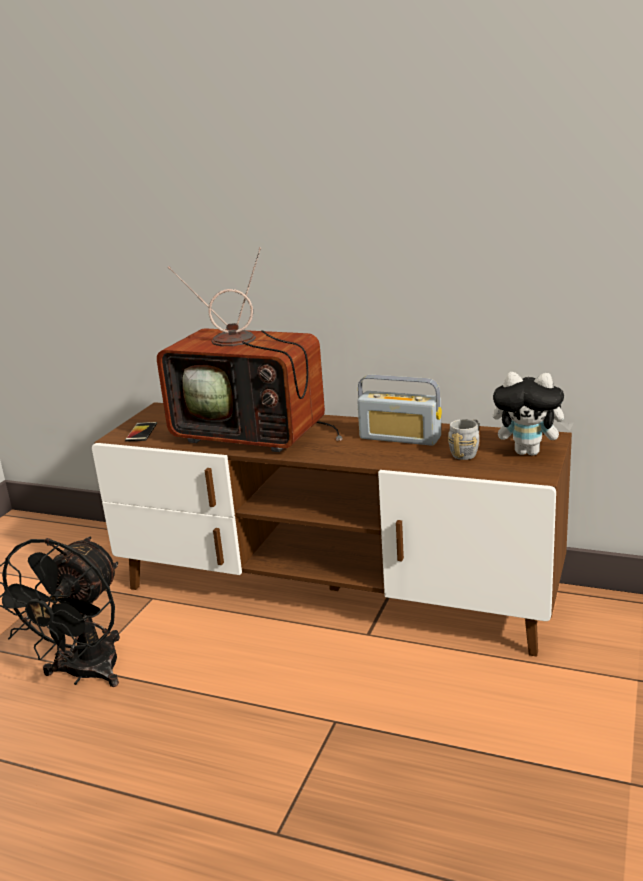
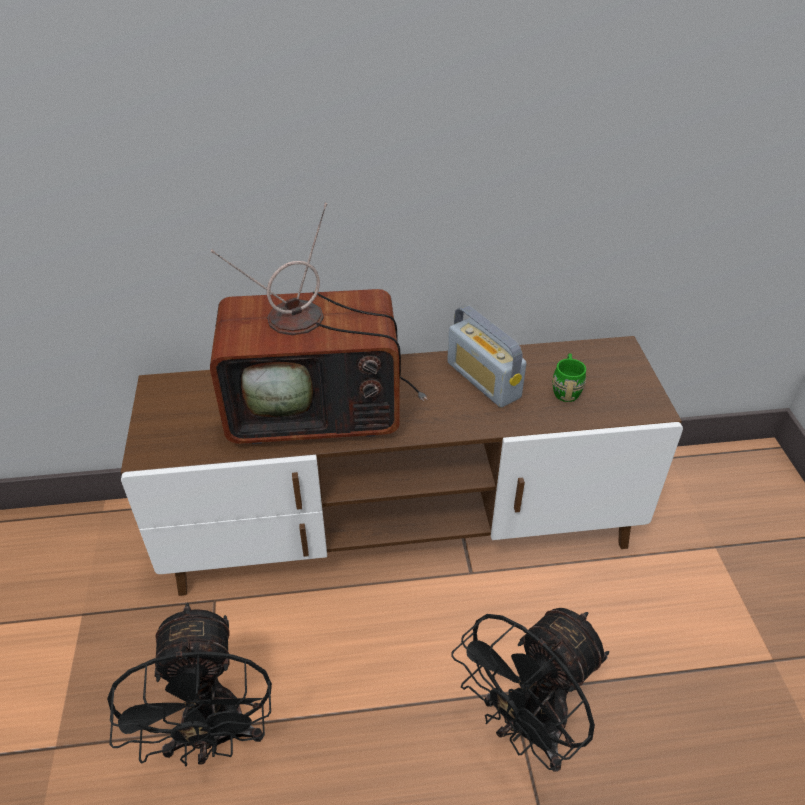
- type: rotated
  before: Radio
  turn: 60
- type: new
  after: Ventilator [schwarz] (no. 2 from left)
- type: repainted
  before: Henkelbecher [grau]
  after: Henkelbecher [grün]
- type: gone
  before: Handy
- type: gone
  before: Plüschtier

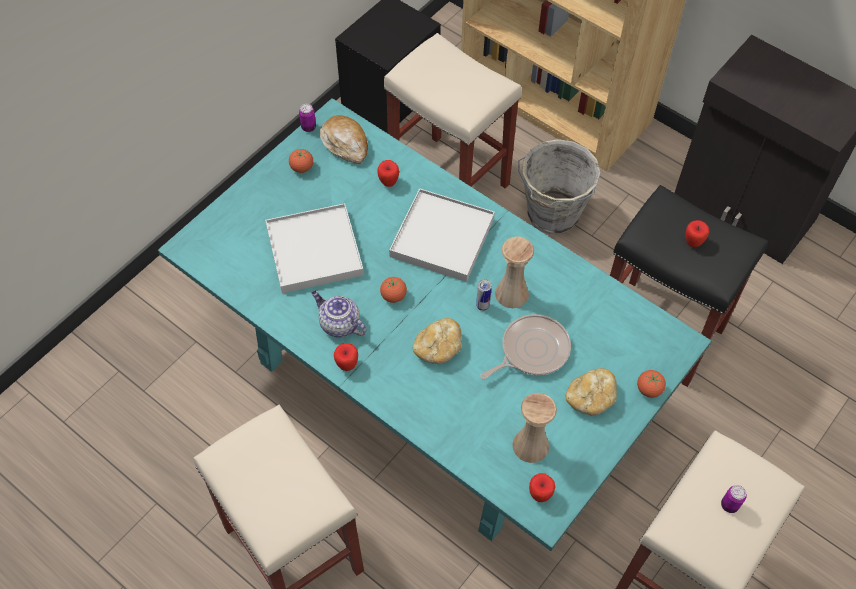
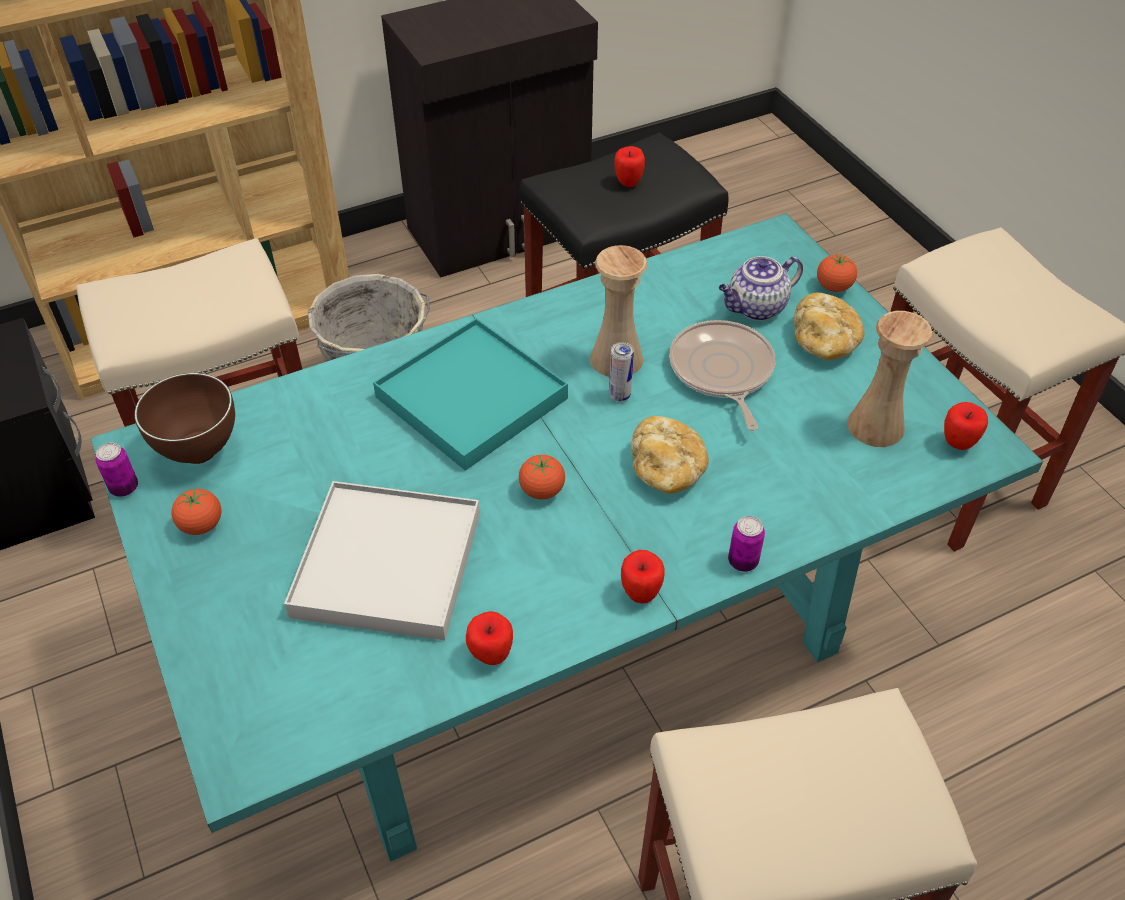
- type: swapped
  before: Brot (no. 1 from left)
  after: Schüssel [braun]
- type: repainted
  before: Tablett [weiß] (no. 2 from left)
  after: Tablett [türkis]
- type: shifted
  before: Apfel (no. 2 from left in the first image)
  after: Apfel (no. 1 from left)
- type: shifted
  before: Teekanne
- type: shifted
  before: Dose (no. 3 from left)

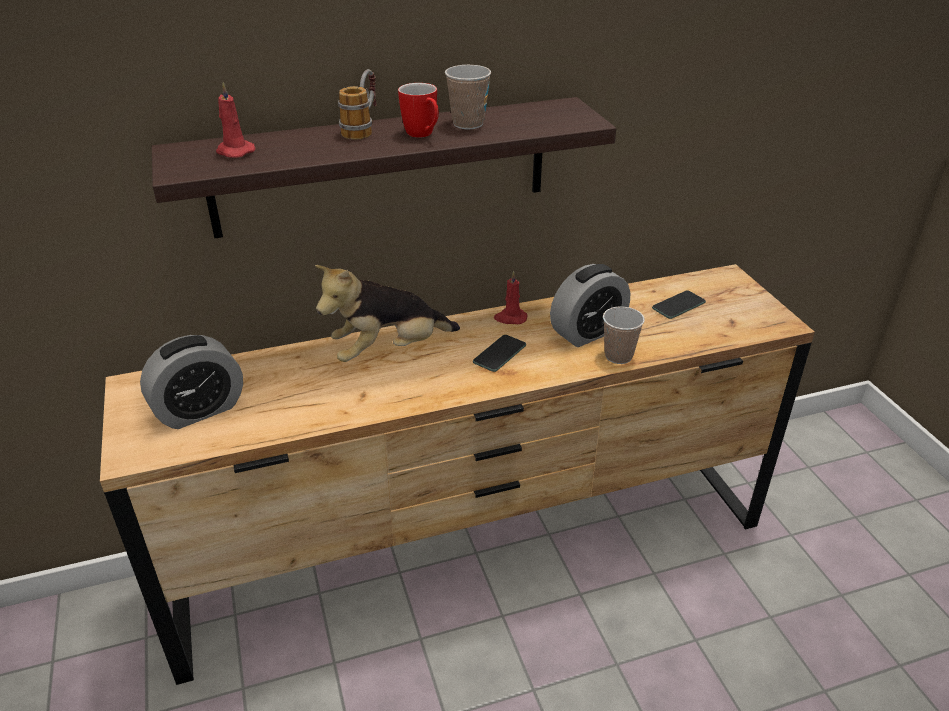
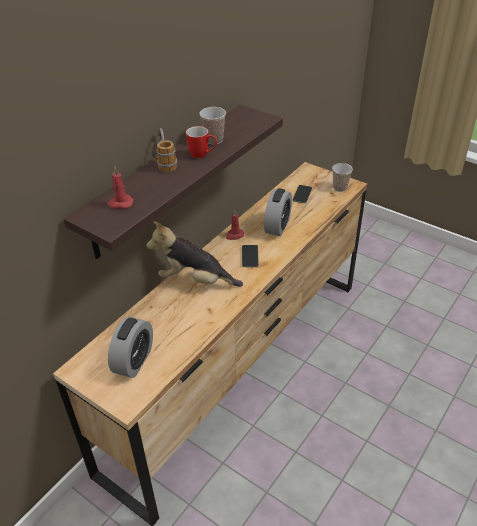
- type: rotated
  before: Plüschtier
  turn: 75
- type: shifted
  before: Tasse (no. 2 from left)

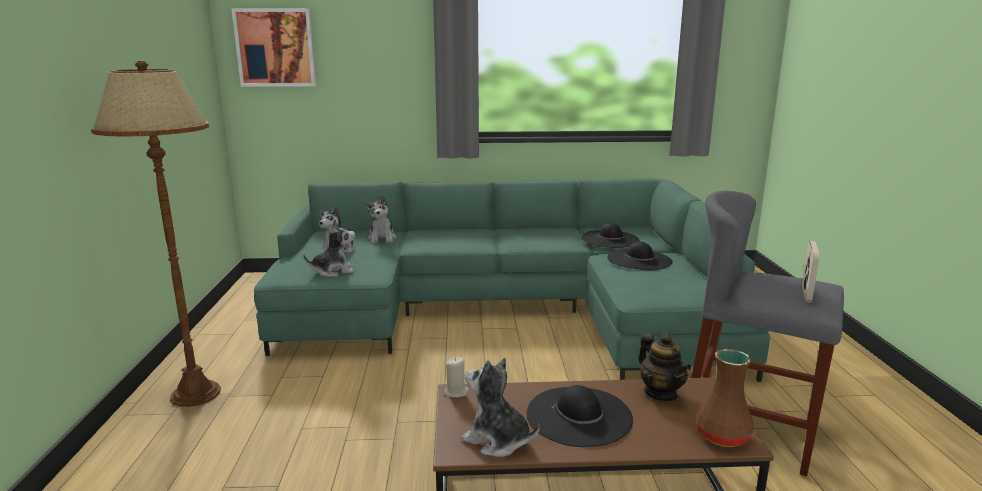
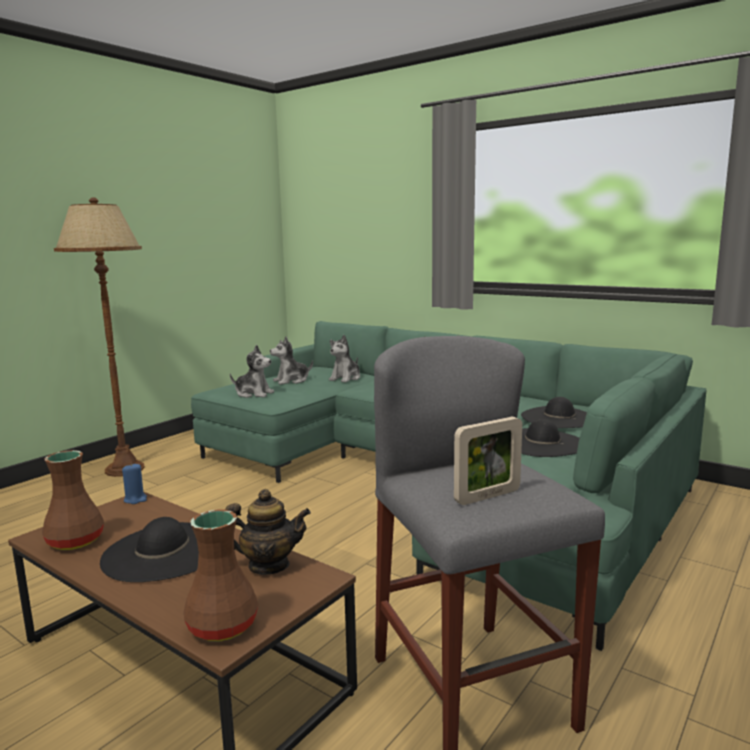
- type: swapped
  before: Plüschtier (no. 4 from left)
  after: Vase [braun] (no. 1 from left)
- type: repainted
  before: Kerze [beige]
  after: Kerze [blau]
- type: rotated
  before: Teekanne
  turn: -105
- type: gone
  before: Bild

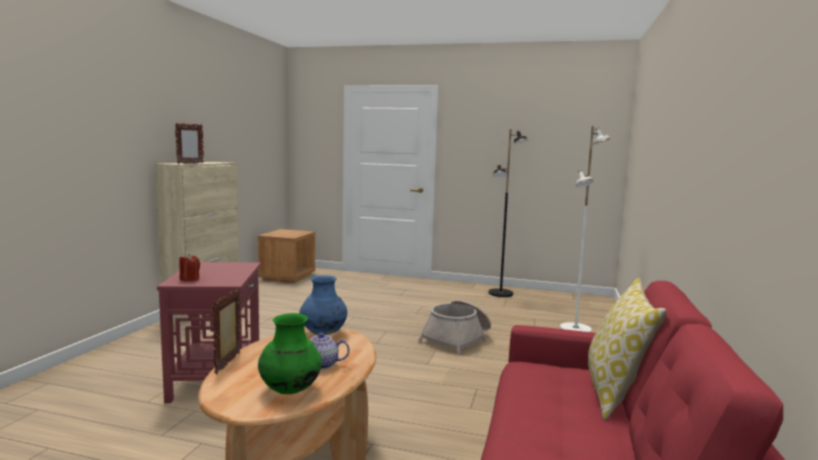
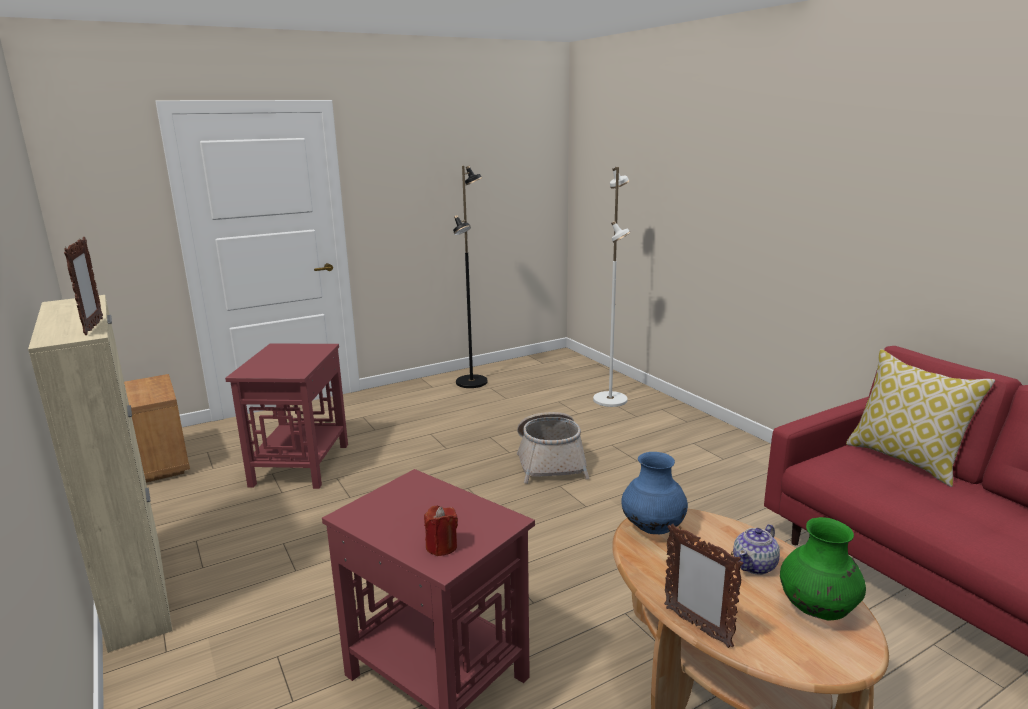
- type: new
  after: Beistelltisch [rot] (no. 1 from left)

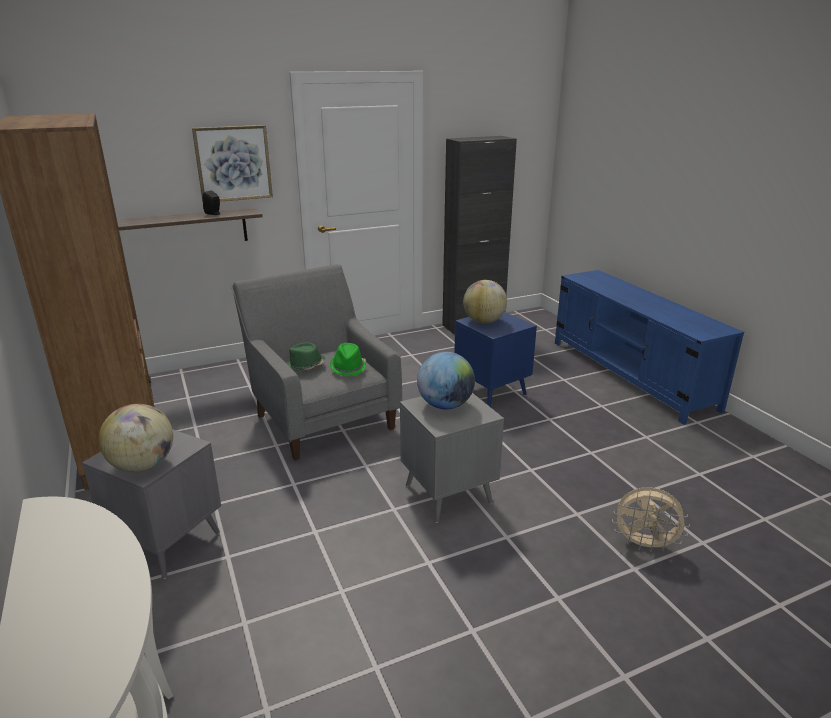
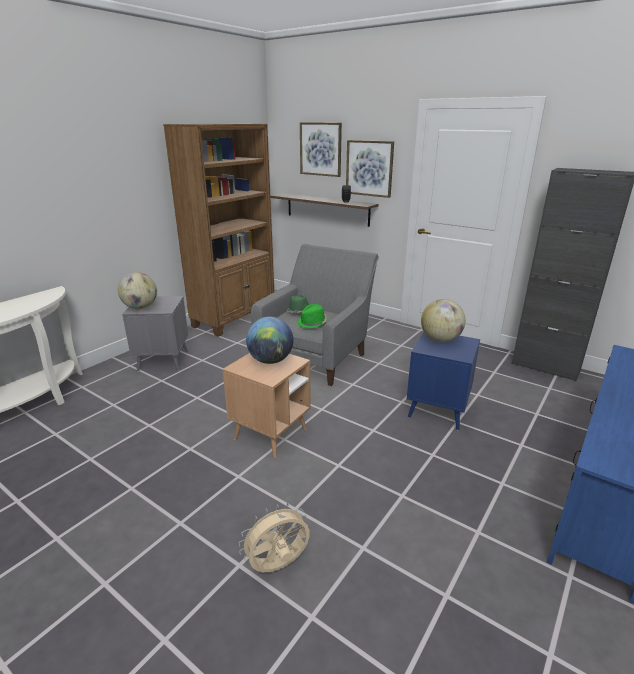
- type: repainted
  before: Beistelltisch [grau] (no. 2 from left)
  after: Beistelltisch [braun]
- type: rotated
  before: Ventilator [beige]
  turn: 75
- type: new
  after: Bild (no. 1 from left)

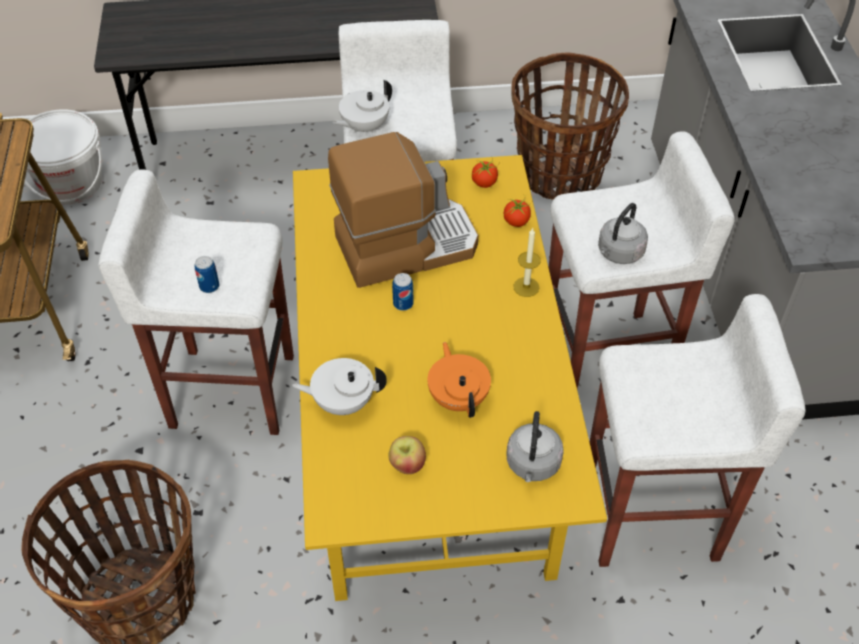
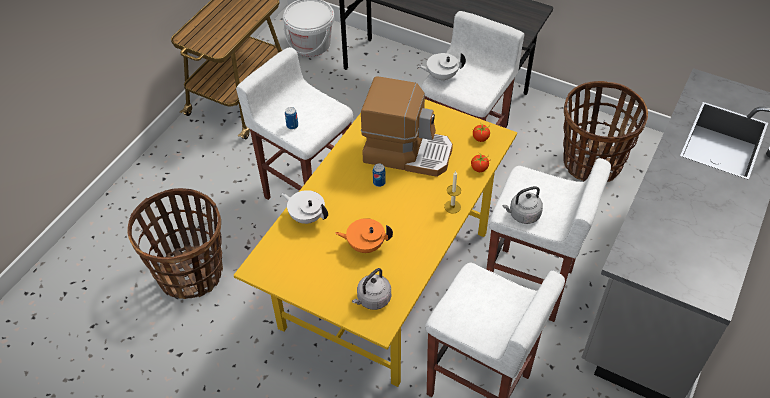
- type: rotated
  before: Teekanne [orange]
  turn: -105
- type: gone
  before: Apfel

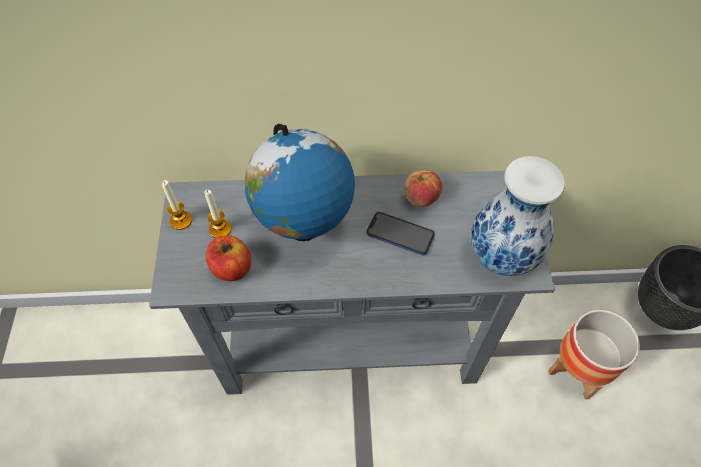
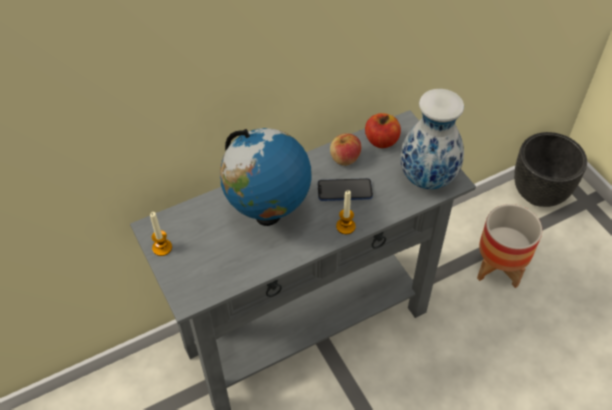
- type: shifted
  before: Kerze (no. 2 from left)
- type: shifted
  before: Apfel (no. 1 from left in the first image)
  after: Apfel (no. 2 from left)

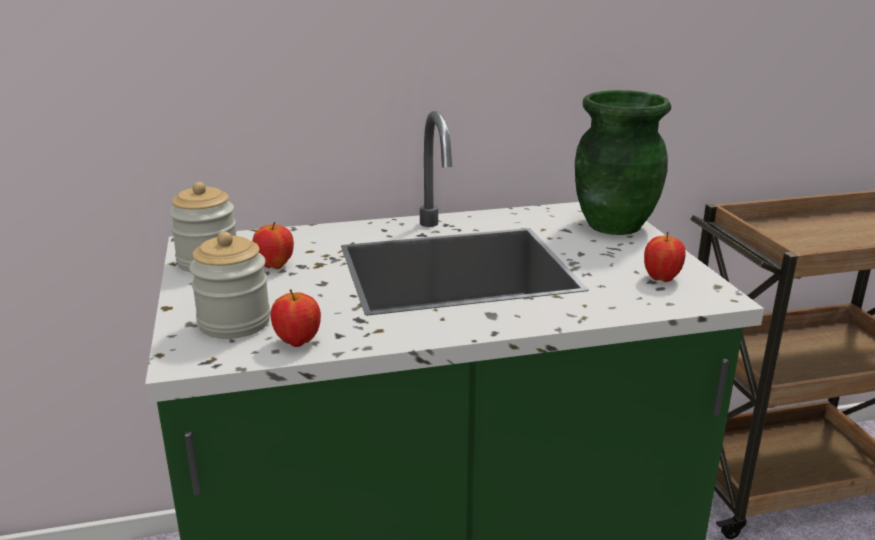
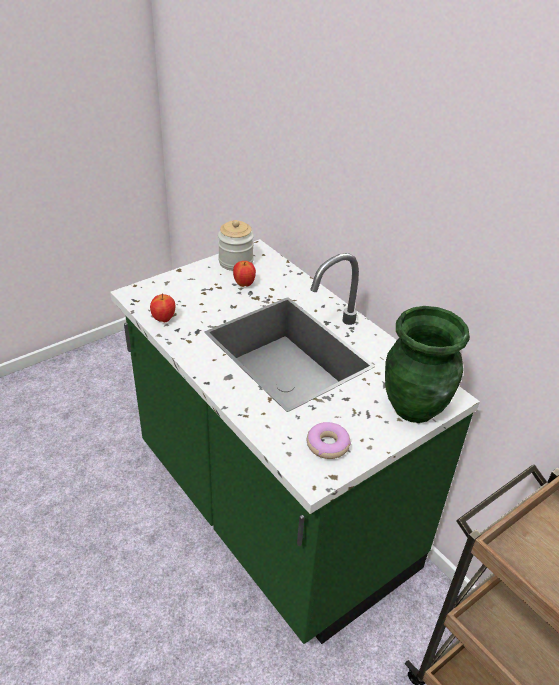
- type: swapped
  before: Apfel (no. 3 from left)
  after: Donut
- type: gone
  before: Vorratsglas (no. 2 from left)

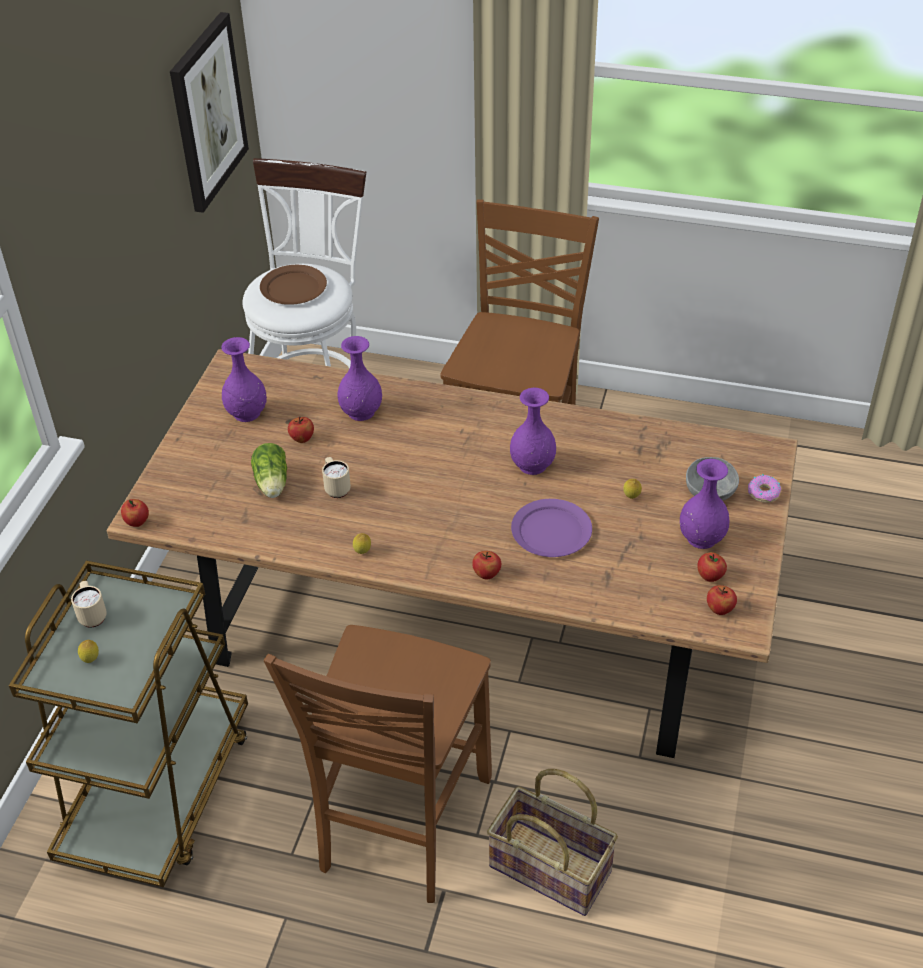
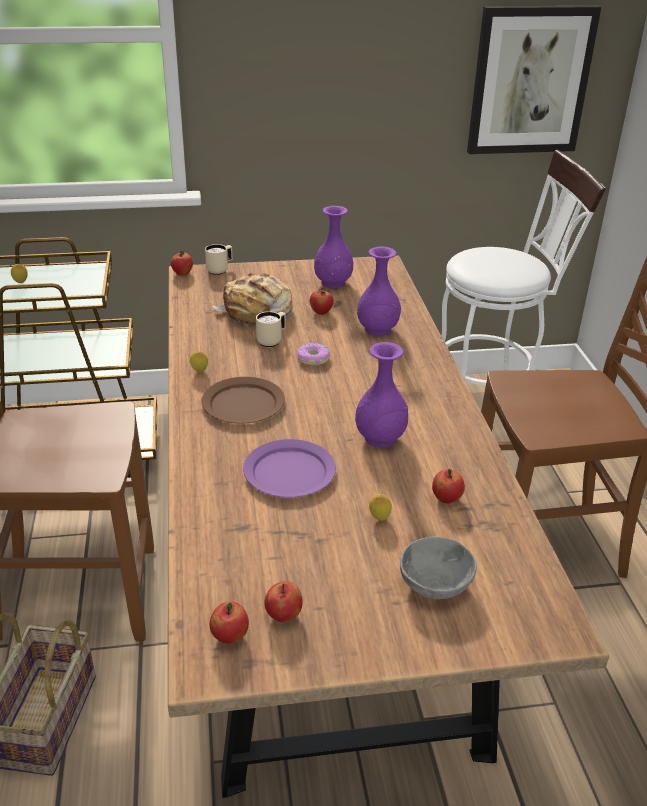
- type: shifted
  before: Teller [braun]
- type: shifted
  before: Henkelbecher [beige] (no. 1 from left)
- type: swapped
  before: Salatkopf
  after: Brot
- type: shifted
  before: Donut
- type: shifted
  before: Apfel (no. 3 from left in the first image)
  after: Apfel (no. 5 from left)
- type: gone
  before: Vase [lila] (no. 4 from left)

